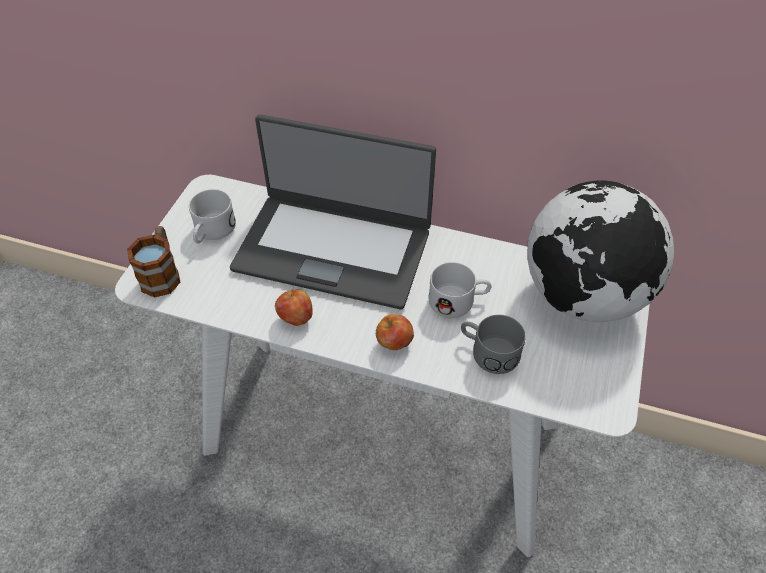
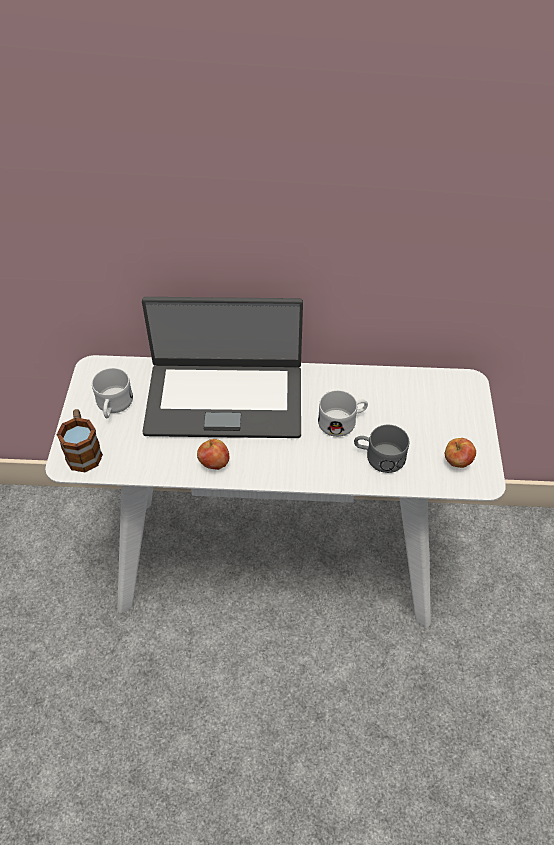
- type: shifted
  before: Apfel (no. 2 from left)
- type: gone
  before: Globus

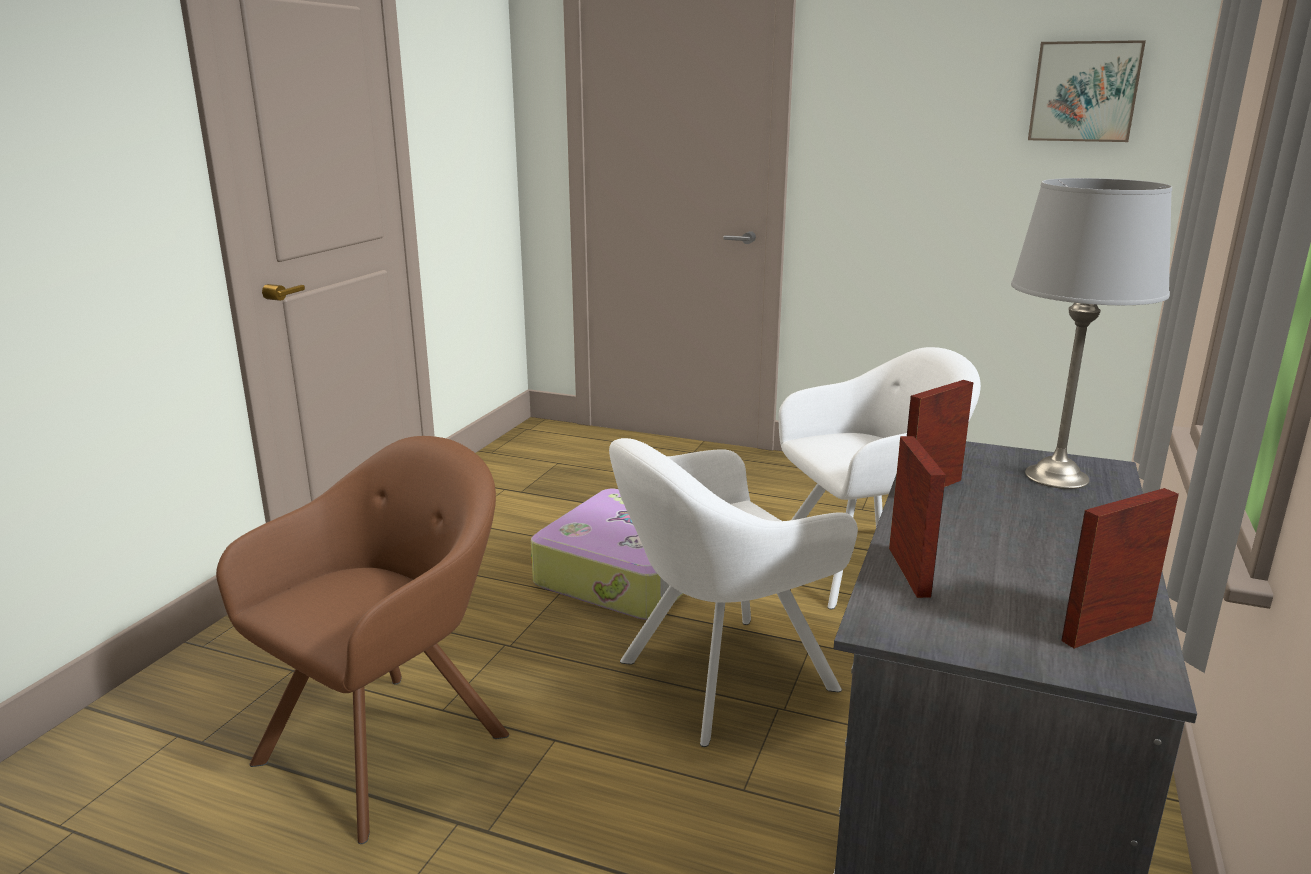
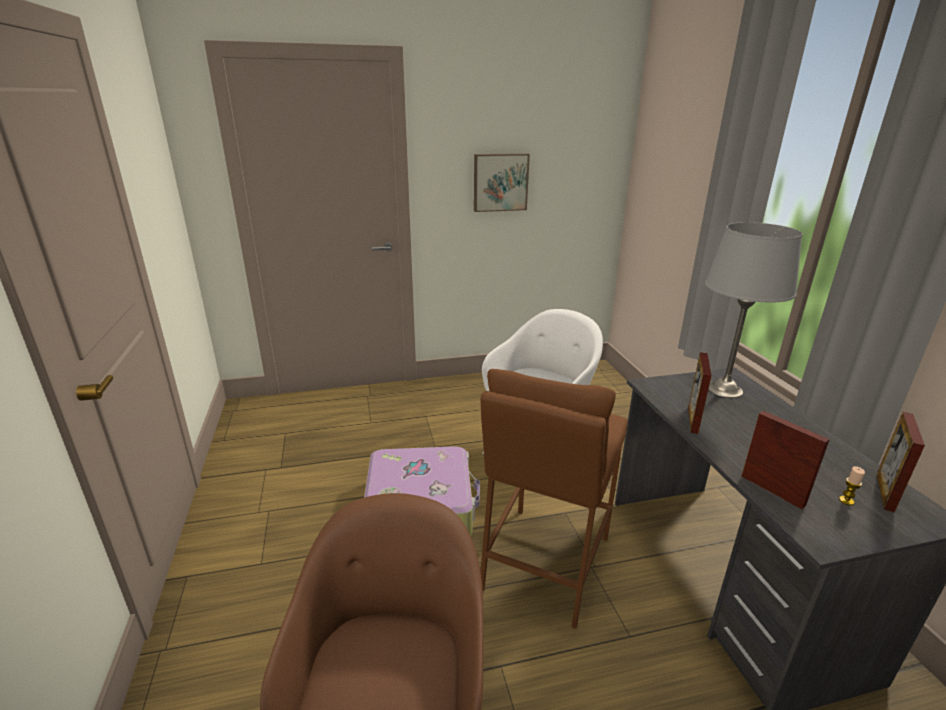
- type: shifted
  before: Bild
- type: swapped
  before: Sessel [weiß] (no. 1 from left)
  after: Hocker [braun]
- type: new
  after: Kerze

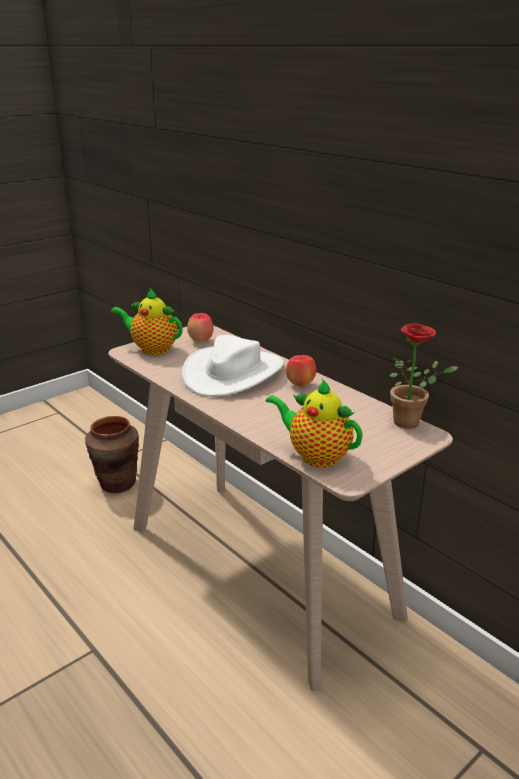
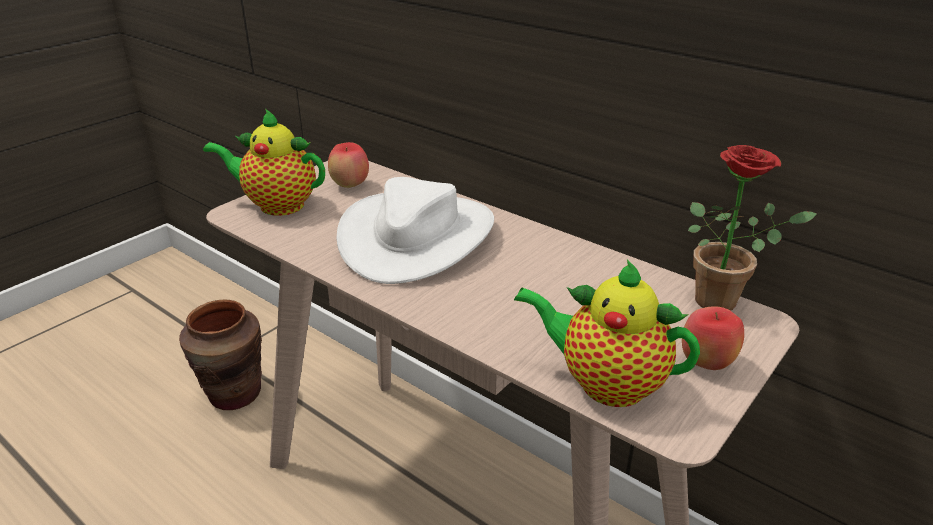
- type: shifted
  before: Apfel (no. 2 from left)

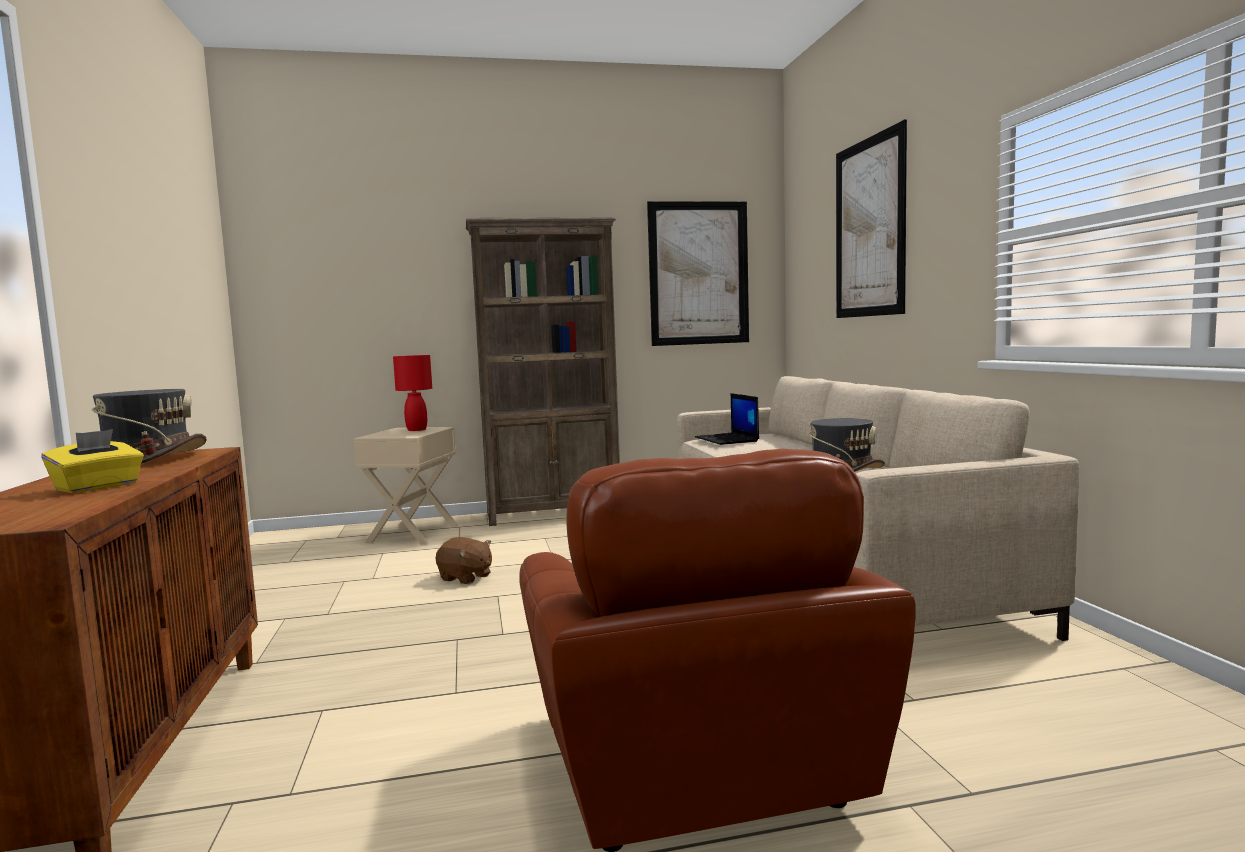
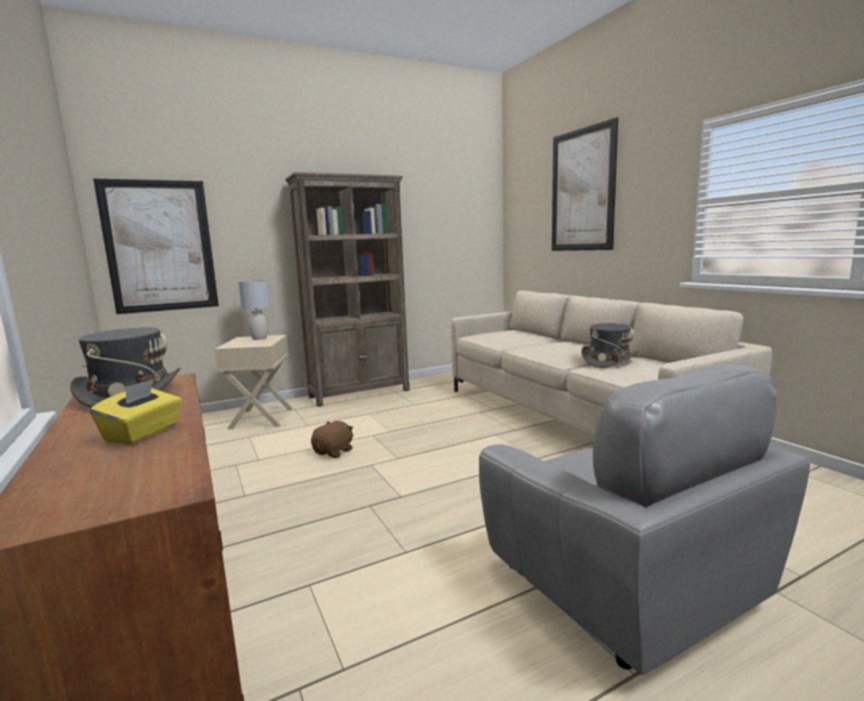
- type: shifted
  before: Bild (no. 1 from left)
- type: repainted
  before: Tischlampe [rot]
  after: Tischlampe [grau]
- type: rotated
  before: Plüschtier [braun]
  turn: -75
- type: repainted
  before: Sessel [braun]
  after: Sessel [grau]
- type: gone
  before: Laptop

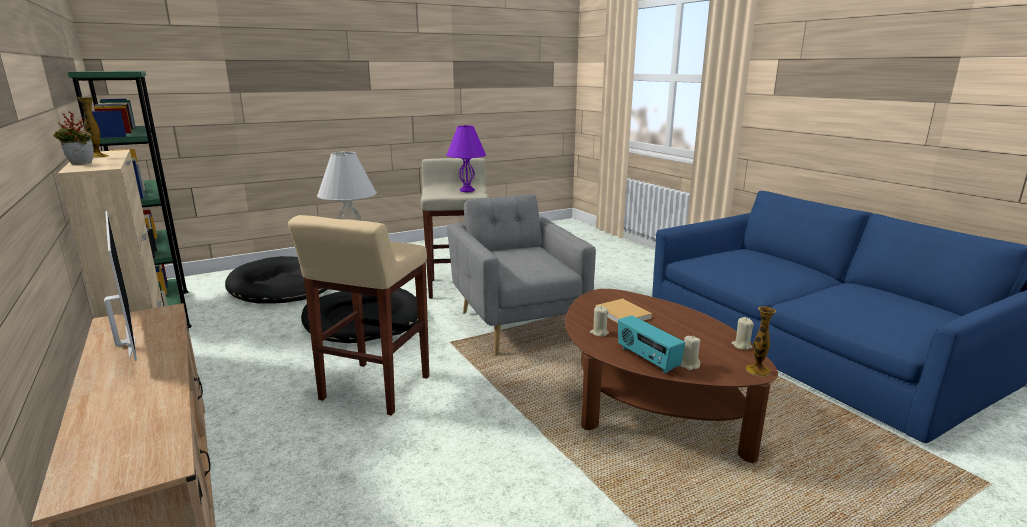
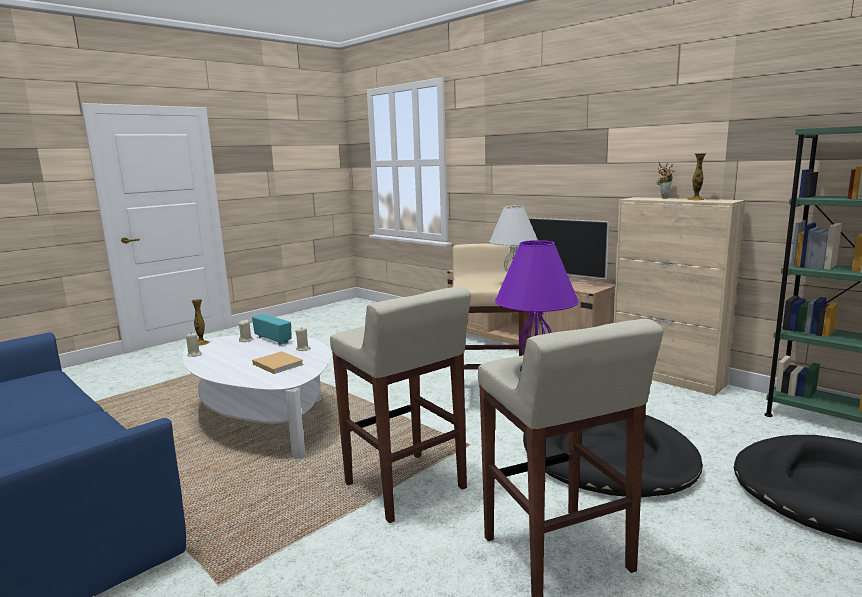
- type: repainted
  before: Couchtisch [braun]
  after: Couchtisch [weiß]
- type: swapped
  before: Sessel [grau]
  after: Hocker [beige] (no. 1 from left)

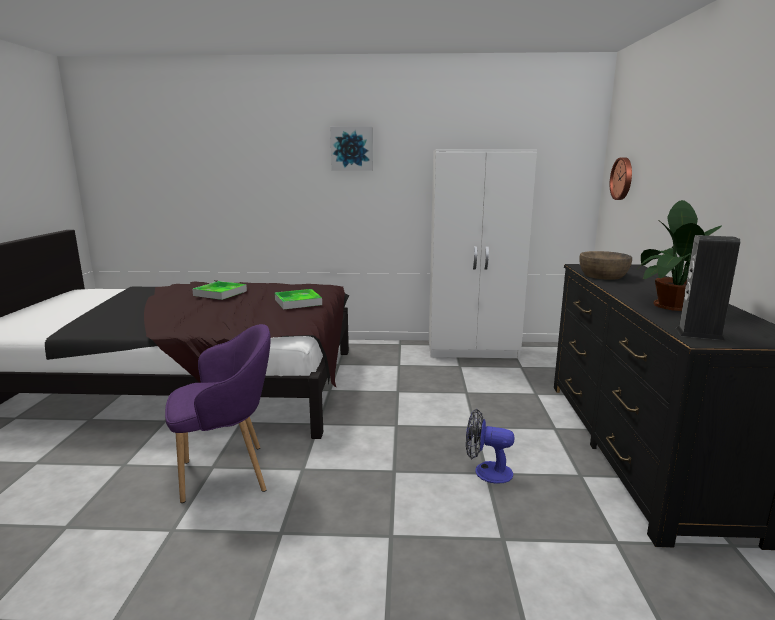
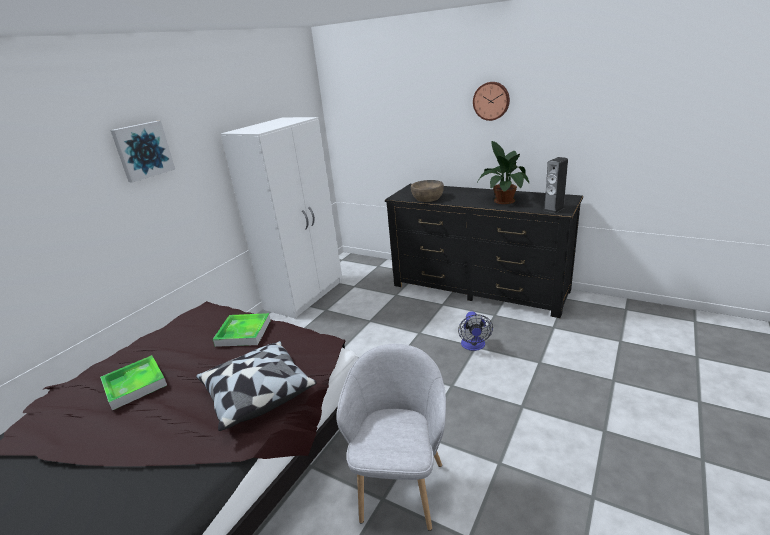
- type: new
  after: Kissen
- type: repainted
  before: Sessel [lila]
  after: Sessel [grau]
- type: rotated
  before: Ventilator
  turn: -45
- type: shifted
  before: Wanduhr

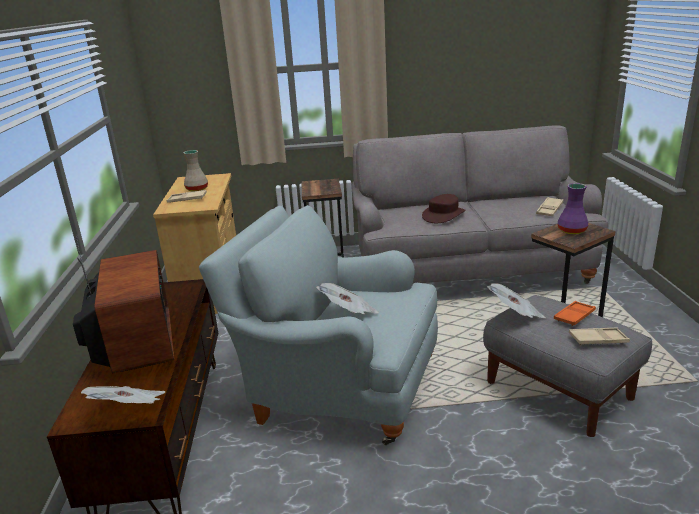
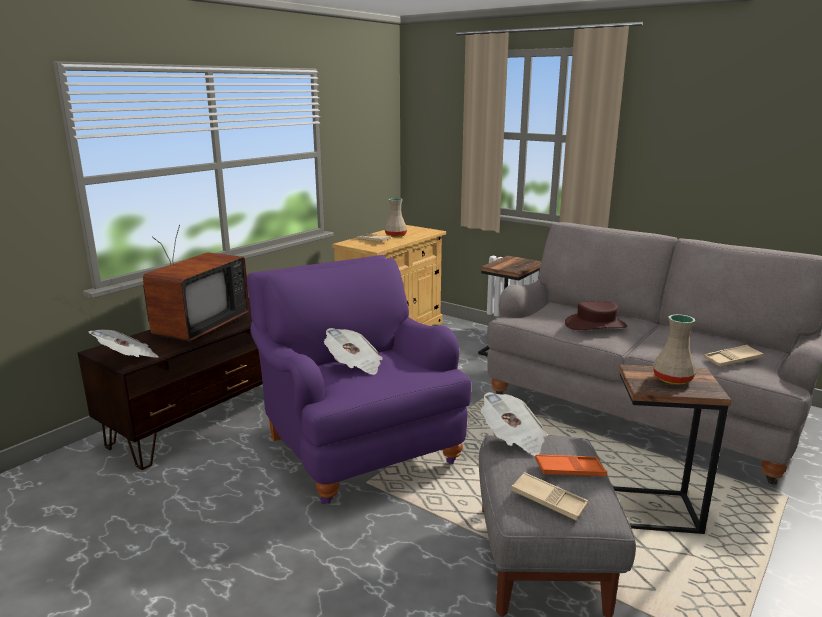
- type: repainted
  before: Sessel [grau]
  after: Sessel [lila]
- type: repainted
  before: Vase [lila]
  after: Vase [beige] (no. 2 from left)

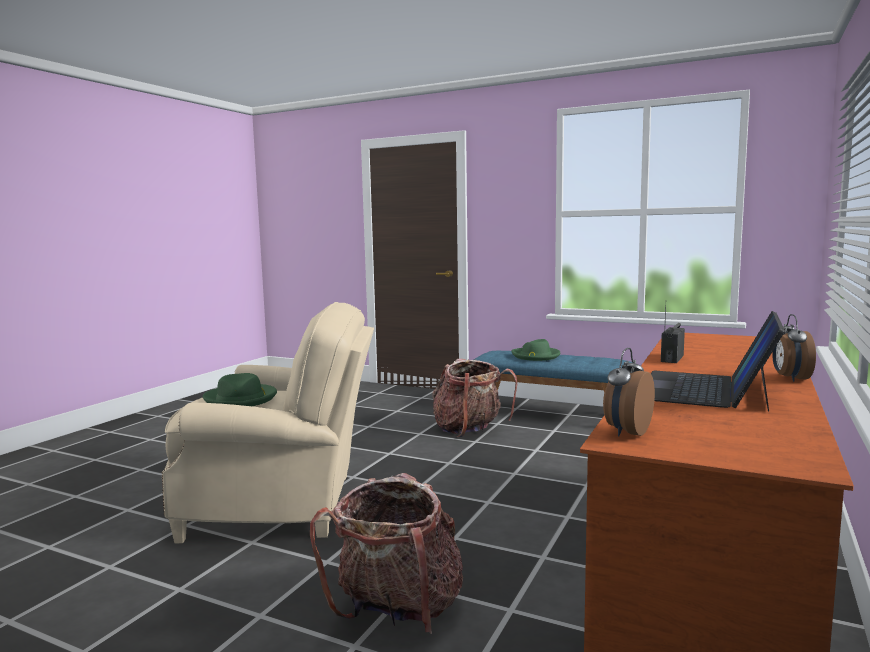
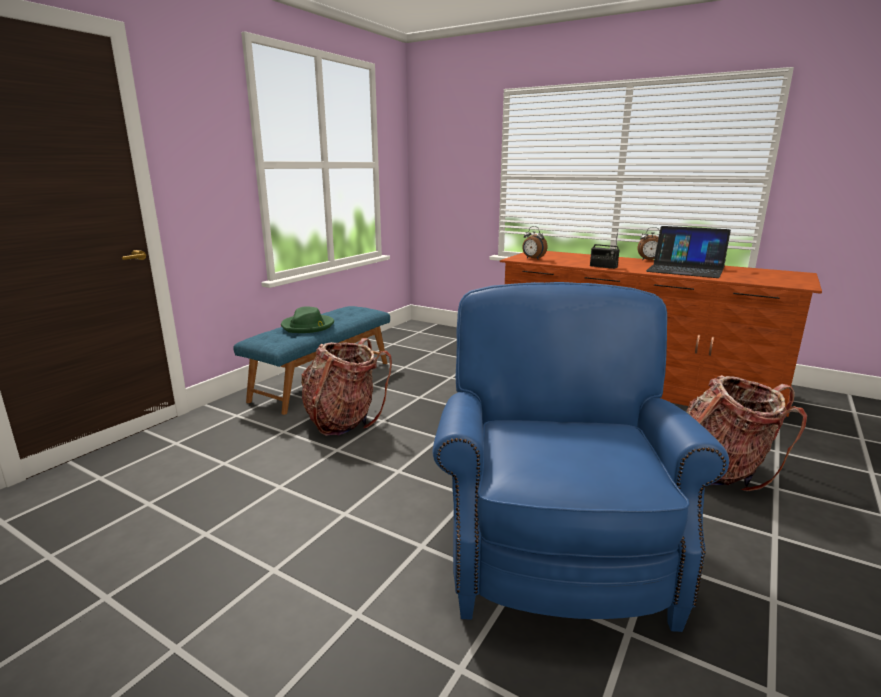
- type: repainted
  before: Sessel [beige]
  after: Sessel [blau]
- type: shifted
  before: Wecker (no. 1 from left)
- type: gone
  before: Hut [grün] (no. 1 from left)

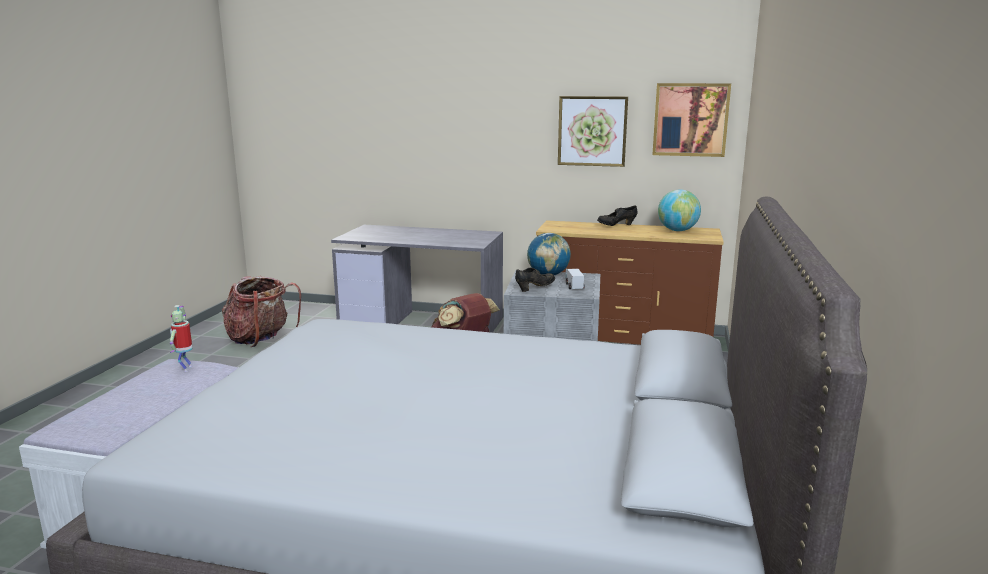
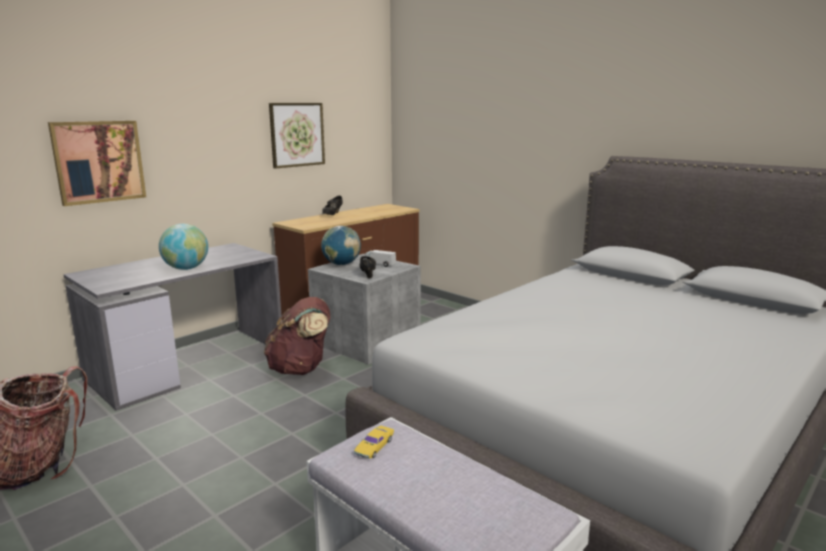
- type: shifted
  before: Bild (no. 2 from left in the first image)
  after: Bild (no. 1 from left)
- type: shifted
  before: Globus (no. 2 from left in the first image)
  after: Globus (no. 1 from left)
- type: swapped
  before: Spielzeugroboter
  after: Spielzeugauto [gelb]

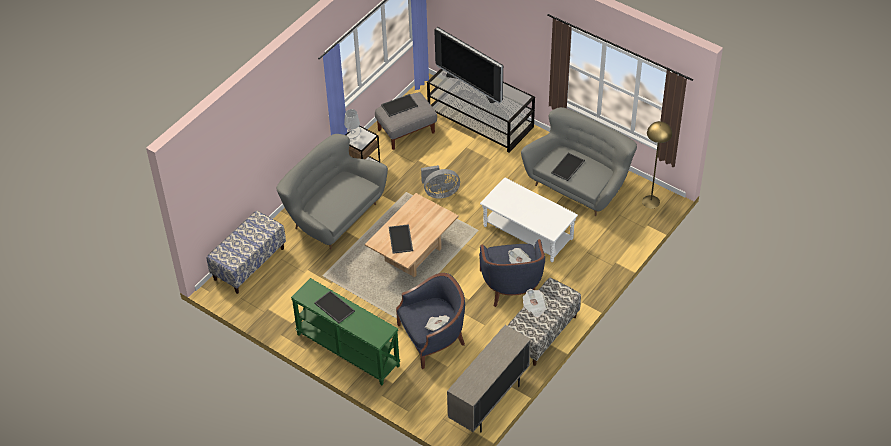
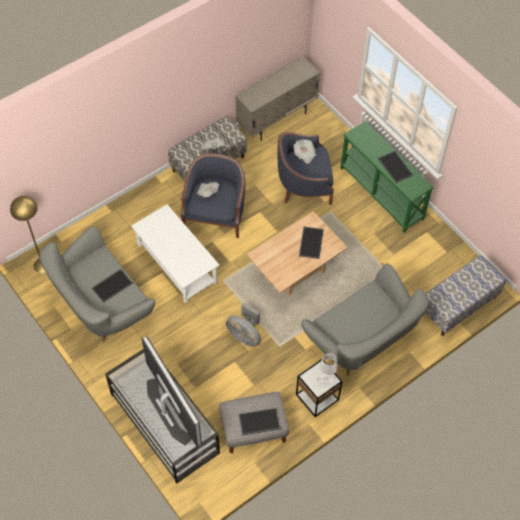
- type: rotated
  before: Ventilator [grau]
  turn: -150

